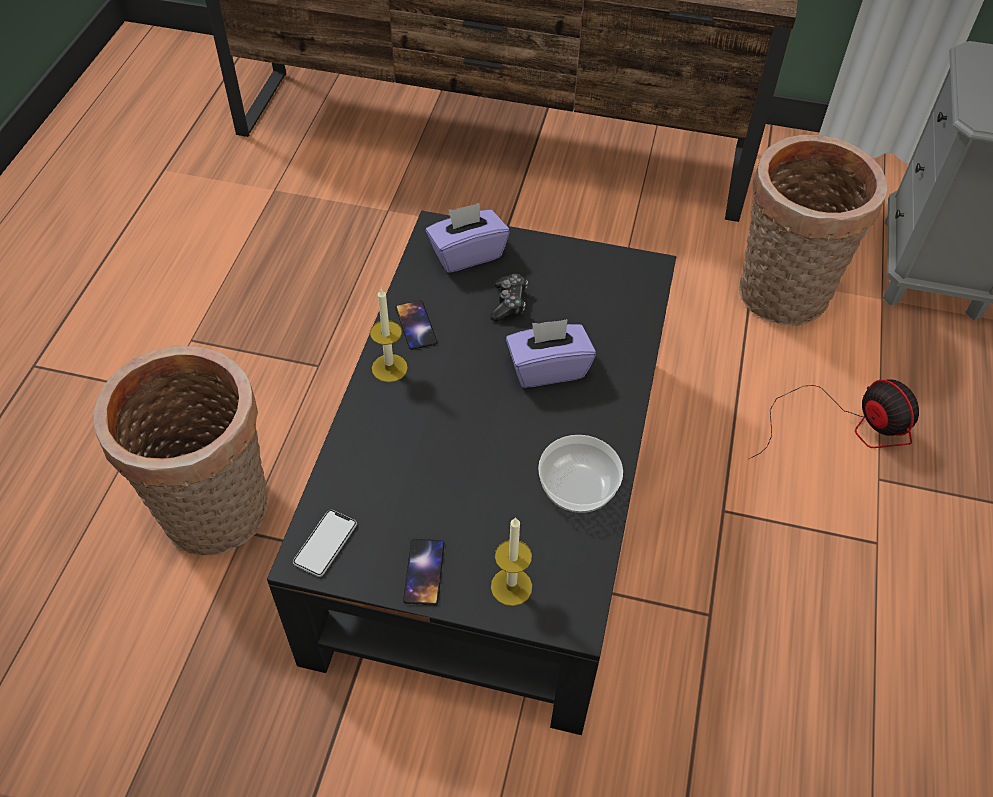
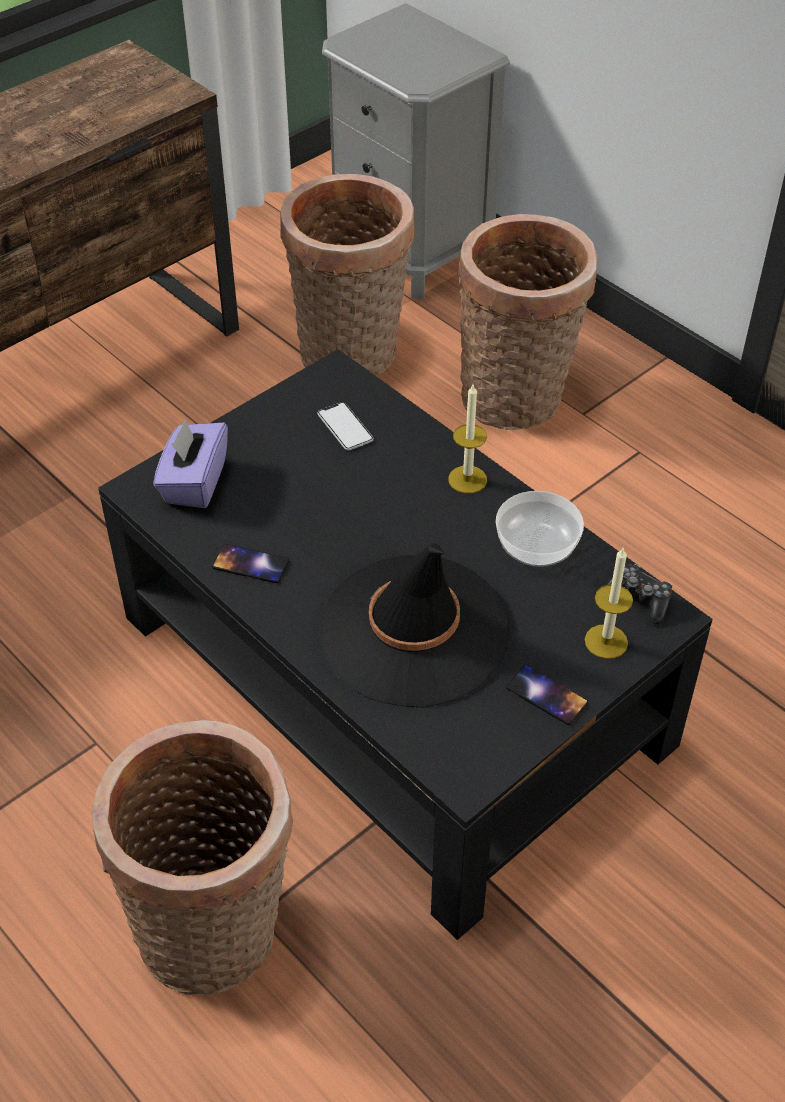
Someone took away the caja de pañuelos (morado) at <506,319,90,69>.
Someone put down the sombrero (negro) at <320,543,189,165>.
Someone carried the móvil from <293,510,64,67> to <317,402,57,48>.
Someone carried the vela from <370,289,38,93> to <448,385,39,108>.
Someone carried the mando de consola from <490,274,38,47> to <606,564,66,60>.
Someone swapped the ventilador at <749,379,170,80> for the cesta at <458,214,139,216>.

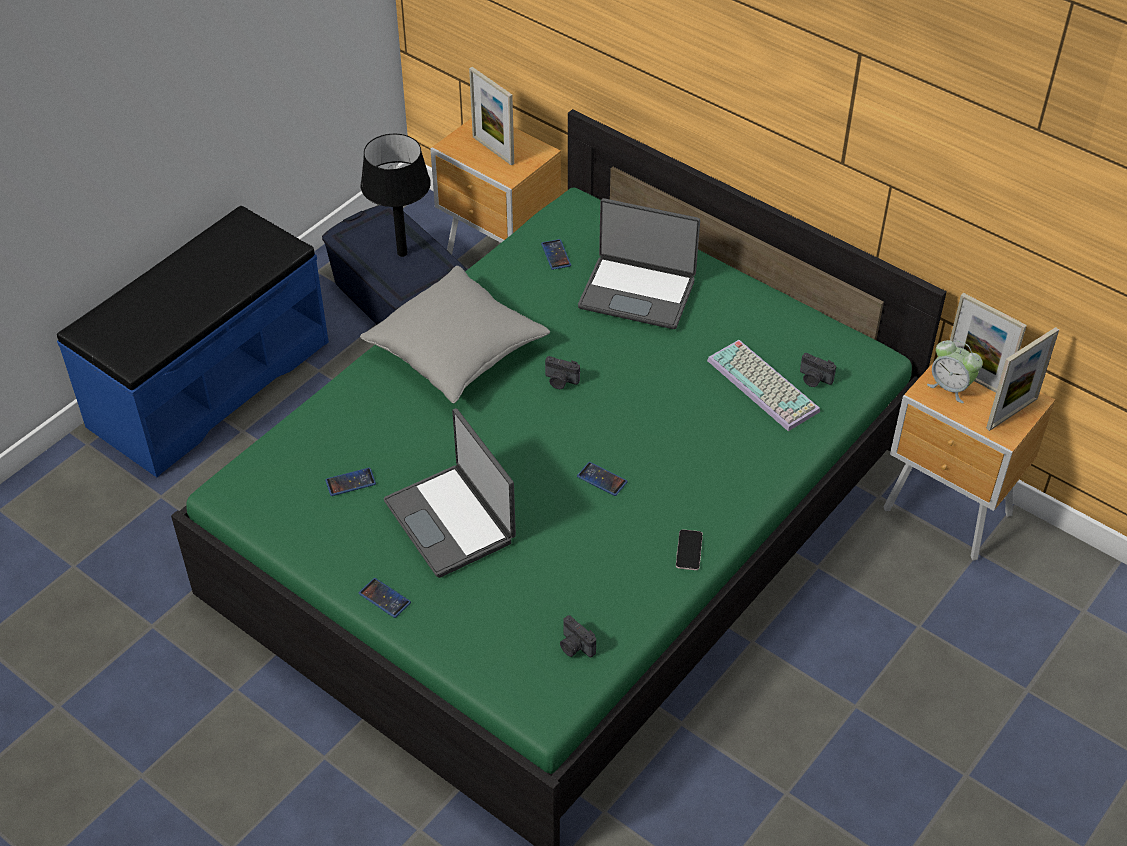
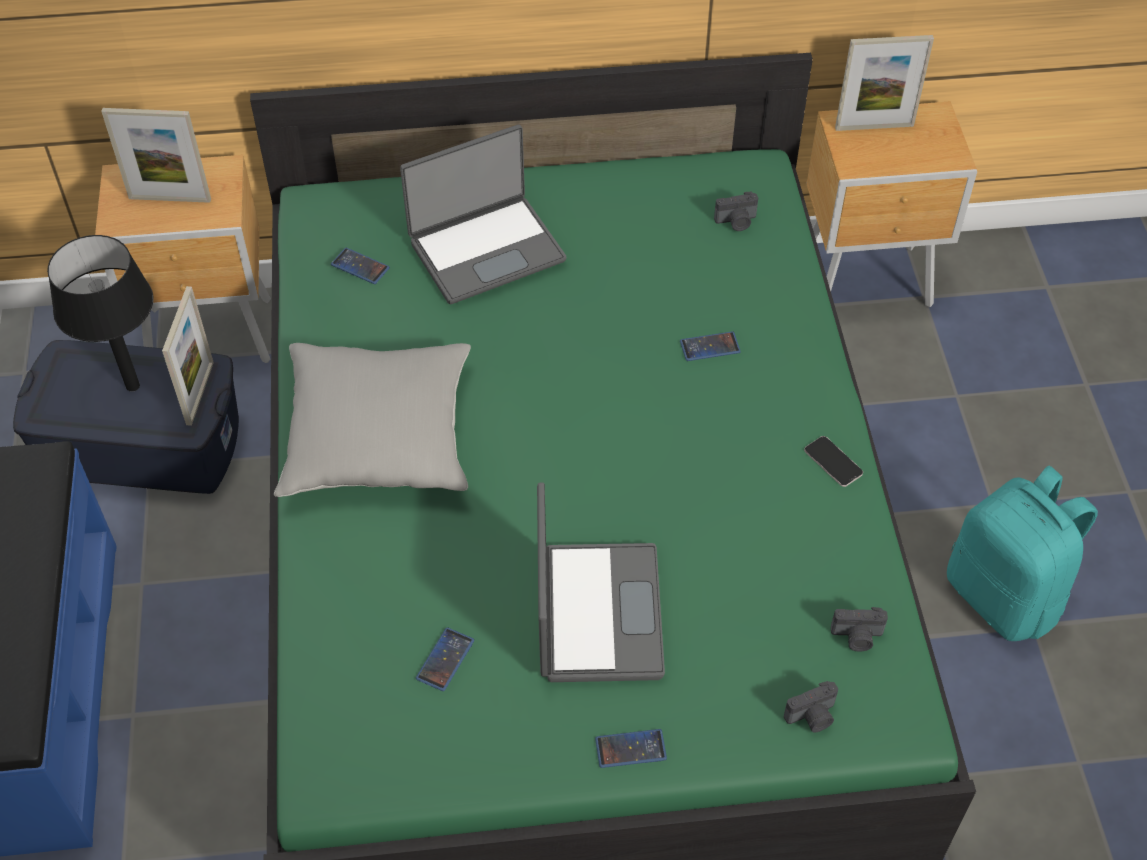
Someone took away the teclado at <707,340,113,91>.
Someone took away the despertador at <927,340,56,63>.
Someone put down the mochila (turquesa) at <947,466,151,175>.
Someone carried the cámara from <545,356,35,33> to <784,681,54,51>.
Someone carried the móvil from <577,462,51,34> to <680,331,61,30>.
Someone carried the portarretratos from <986,327,73,104> to <162,286,52,140>.
Someone rotated the portátil at <384,408,132,170> by 105 degrees counterclockwise.

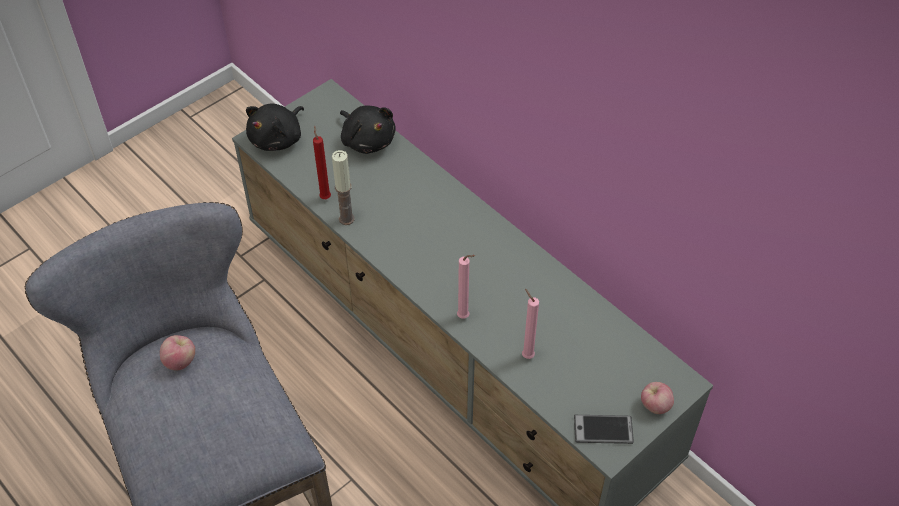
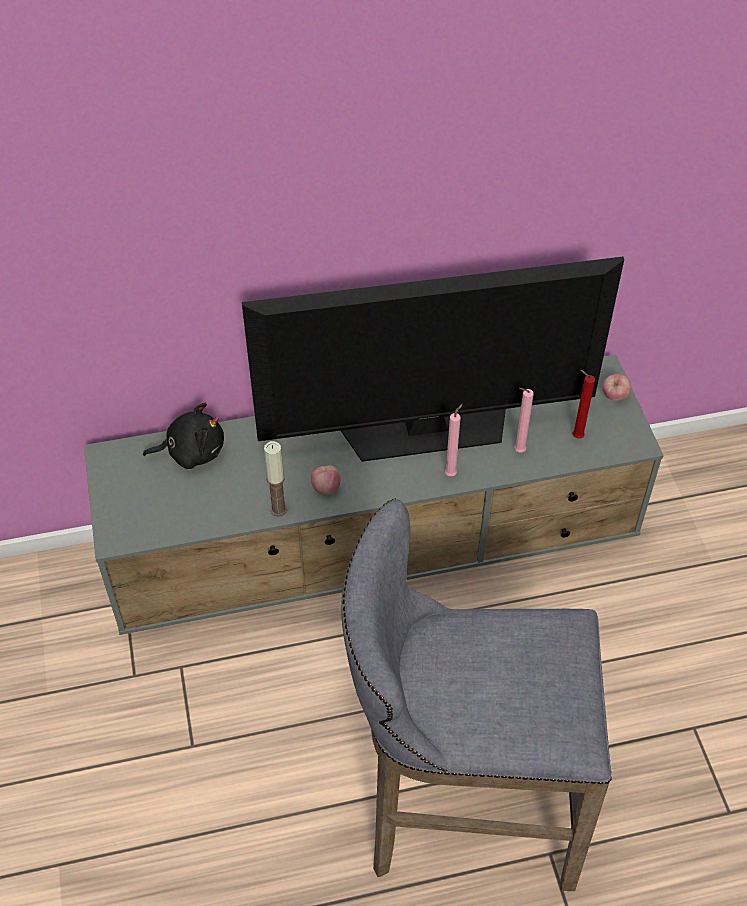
Someone took away the peluche (negro) at <246,104,58,47>.
Someone took away the móvil at <574,415,60,29>.
Someone put down the televisor at <242,257,382,205>.
Someone carried the manzana from <160,335,35,35> to <311,465,30,30>.
Someone carried the vela (rojo) from <313,126,18,73> to <573,370,22,69>.

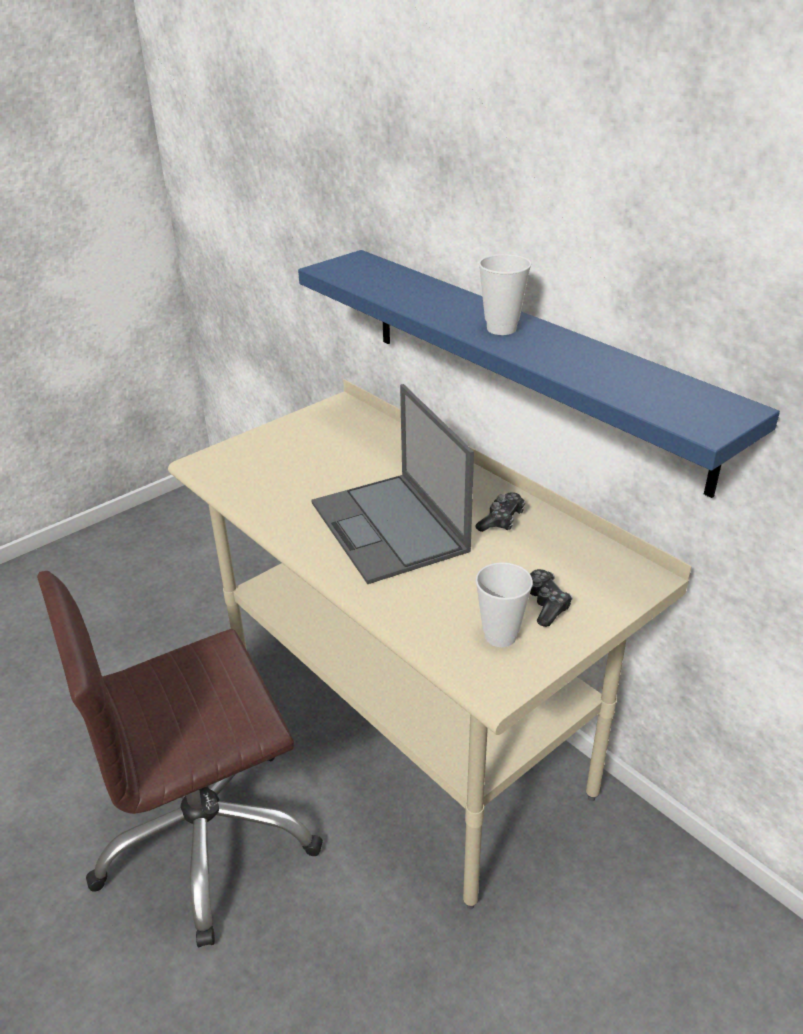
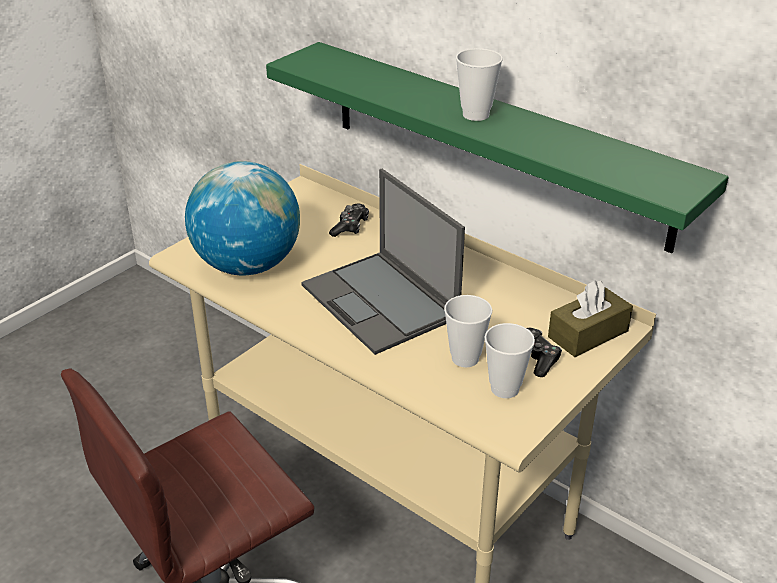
Someone put down the globo terráqueo at <185,161,115,114>.
Someone put down the taza at <444,295,48,72>.
Someone put down the caja de pañuelos (marrón) at <548,280,85,77>.
Someone carried the mando de consola from <475,492,50,40> to <329,204,40,33>.
Someone repainted the estante (azul) at <298,250,482,248>, which became the estante (verde) at <266,42,463,211>.

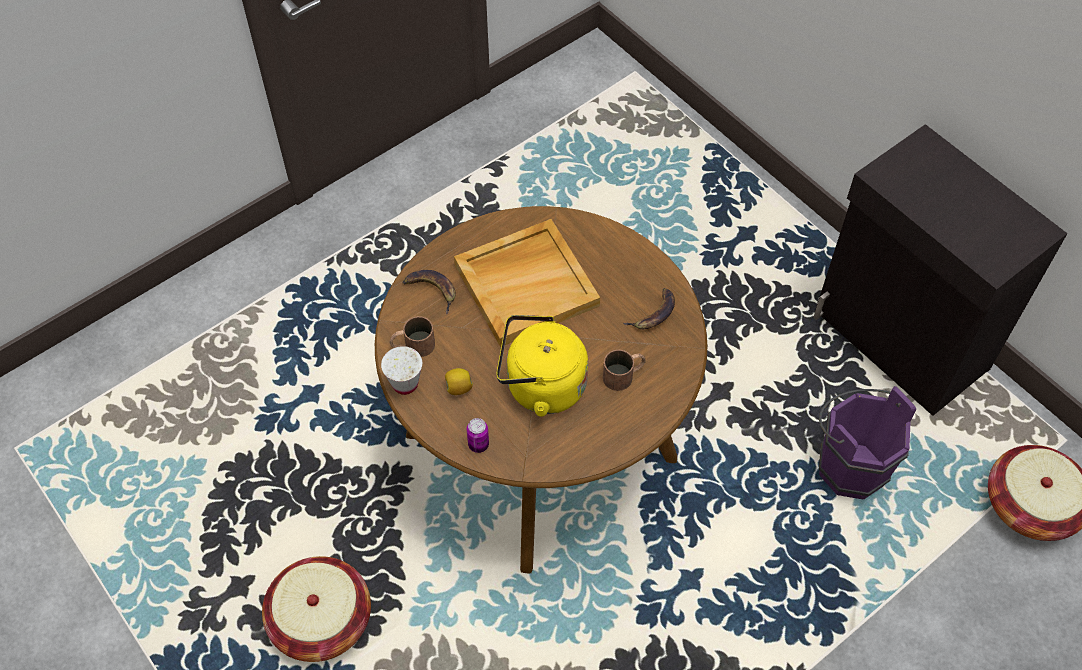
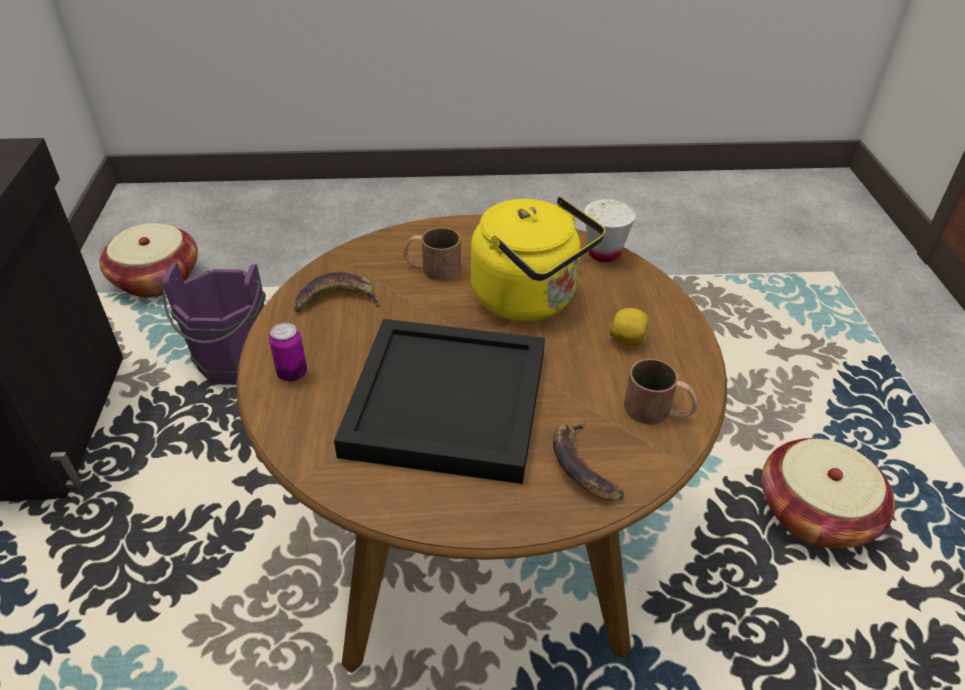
Someone carried the taza (blanco) from <381,346,41,49> to <584,199,52,63>.
Someone carried the lata from <467,418,22,35> to <269,323,38,59>.
Someone repainted the bandeja (beis) at <454,219,146,128>, which became the bandeja (negro) at <334,319,211,165>.

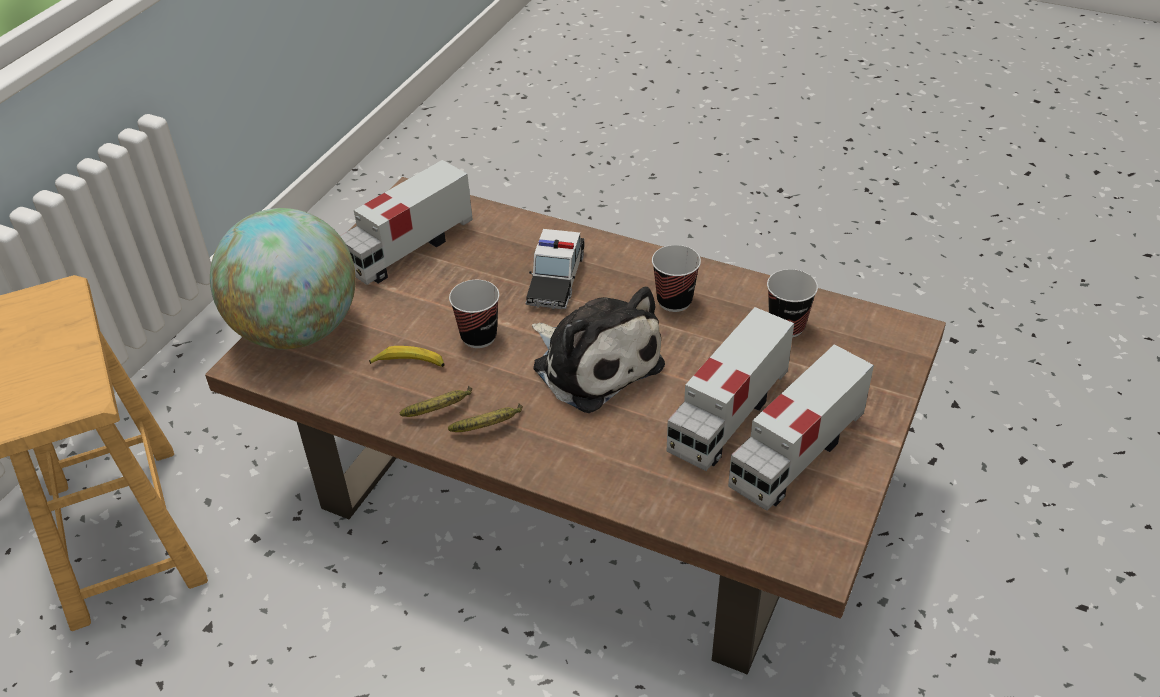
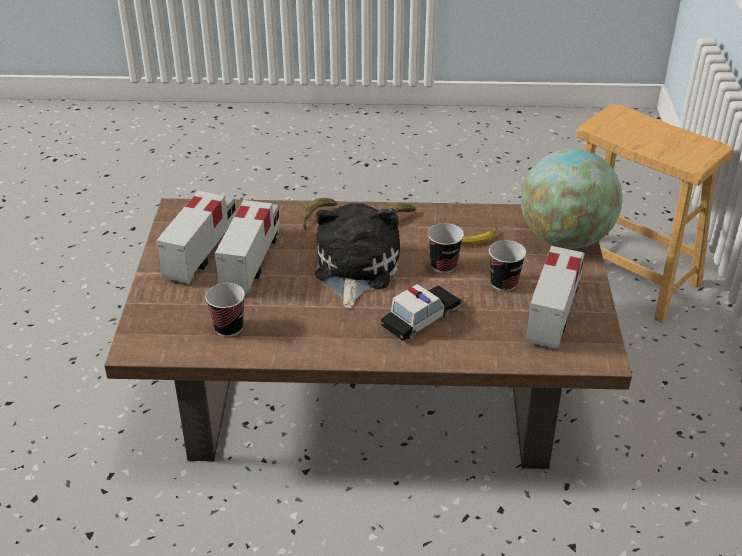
Someone carried the plátano from <400,386,72,31> to <302,198,35,31>.
Someone carried the taza from <652,245,49,67> to <489,240,37,51>.
Someone rotated the coche de juguete at <525,229,60,80> by 60 degrees clockwise.
Someone rotated the peluche at <532,287,133,126> by 75 degrees clockwise.

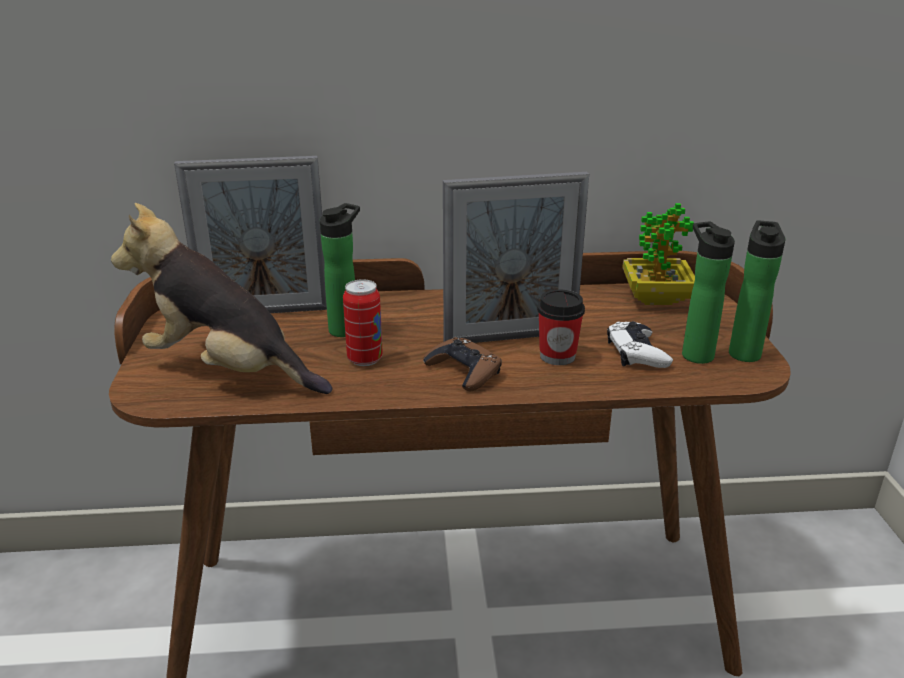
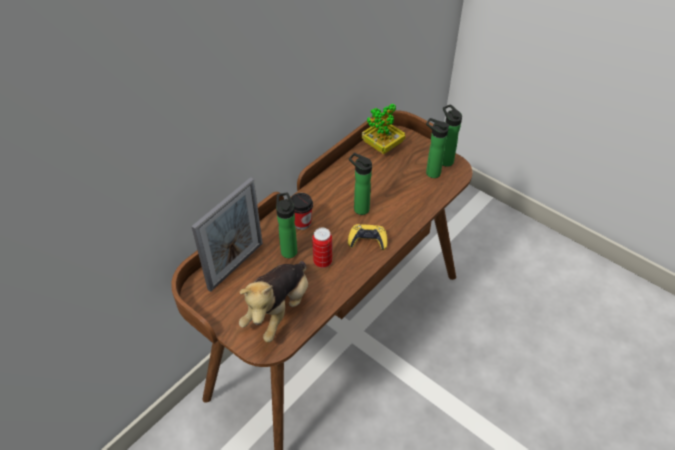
Someone took away the mando de consola (blanco) at <607,321,66,47>.
Someone carried the taza from <537,289,48,76> to <291,193,22,37>.
Someone swapped the portarretratos at <443,172,146,171> for the botella at <349,153,23,62>.
Someone repainted the mando de consola (marrón) at <423,337,79,55>, which became the mando de consola (amarillo) at <348,224,39,26>.
Someone rotated the peluche at <111,203,222,191> by 45 degrees counterclockwise.

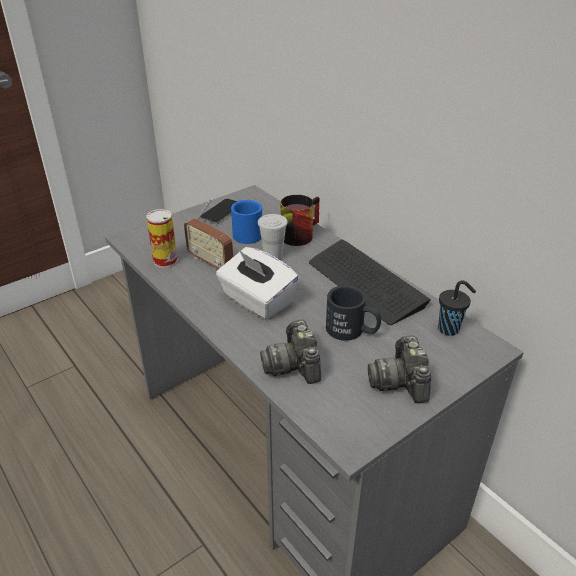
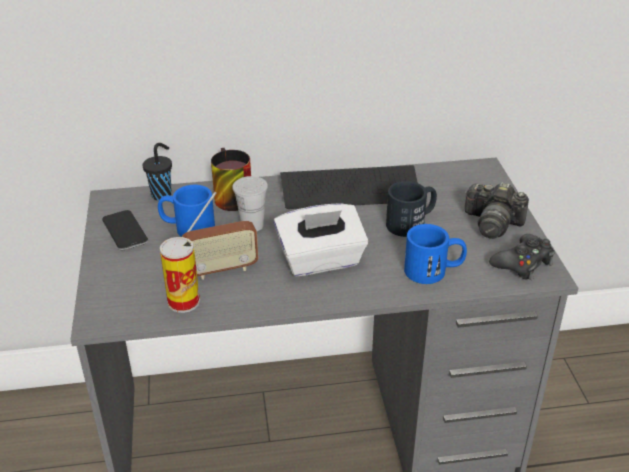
Someone put down the mando de consola (negro) at <489,234,66,46>.
Someone carried the taza (negro) from <438,280,38,56> to <143,143,29,58>.
Someone swapped the cámara at <260,320,61,64> for the taza grande (azul) at <404,224,63,60>.

